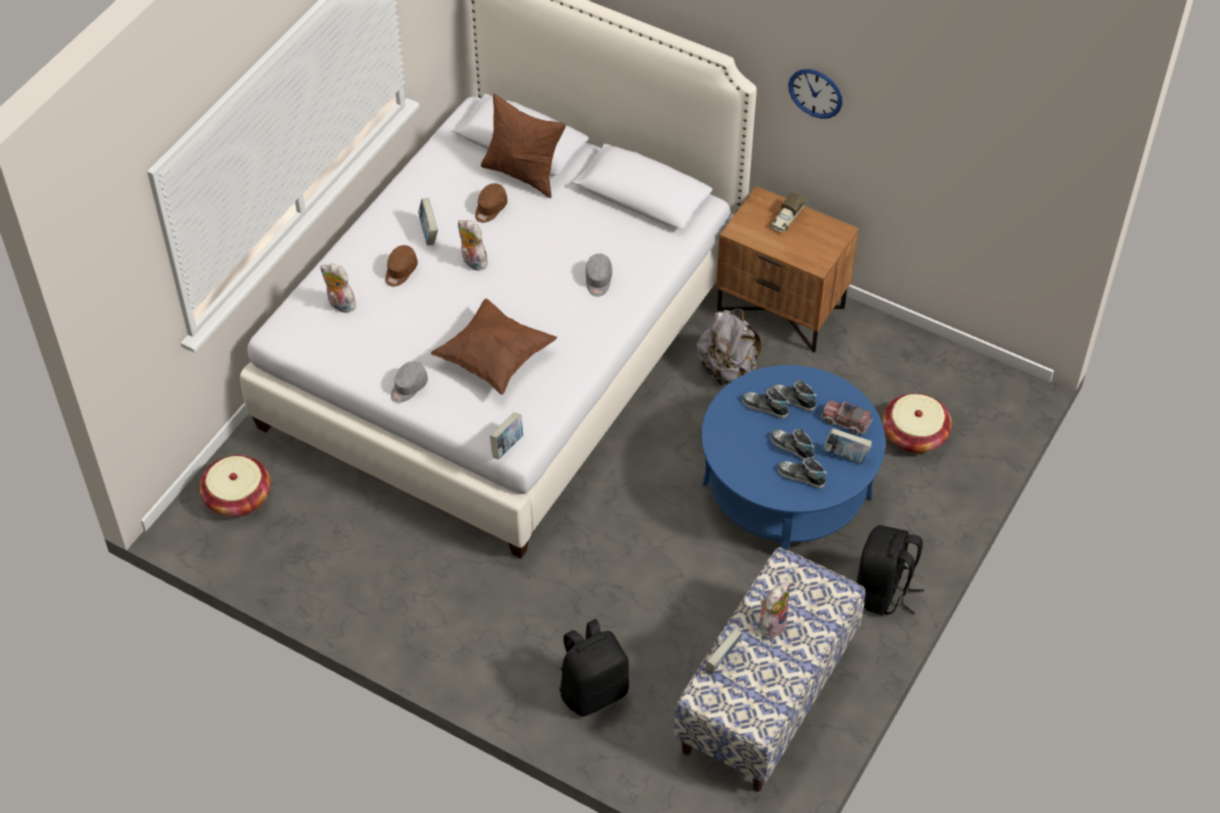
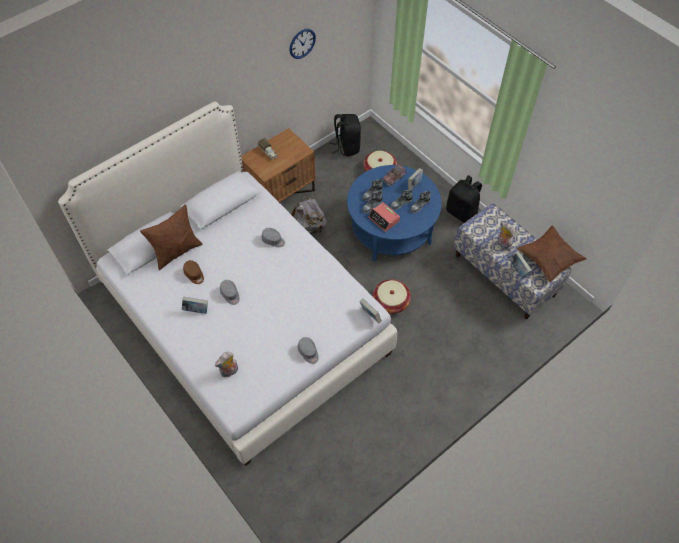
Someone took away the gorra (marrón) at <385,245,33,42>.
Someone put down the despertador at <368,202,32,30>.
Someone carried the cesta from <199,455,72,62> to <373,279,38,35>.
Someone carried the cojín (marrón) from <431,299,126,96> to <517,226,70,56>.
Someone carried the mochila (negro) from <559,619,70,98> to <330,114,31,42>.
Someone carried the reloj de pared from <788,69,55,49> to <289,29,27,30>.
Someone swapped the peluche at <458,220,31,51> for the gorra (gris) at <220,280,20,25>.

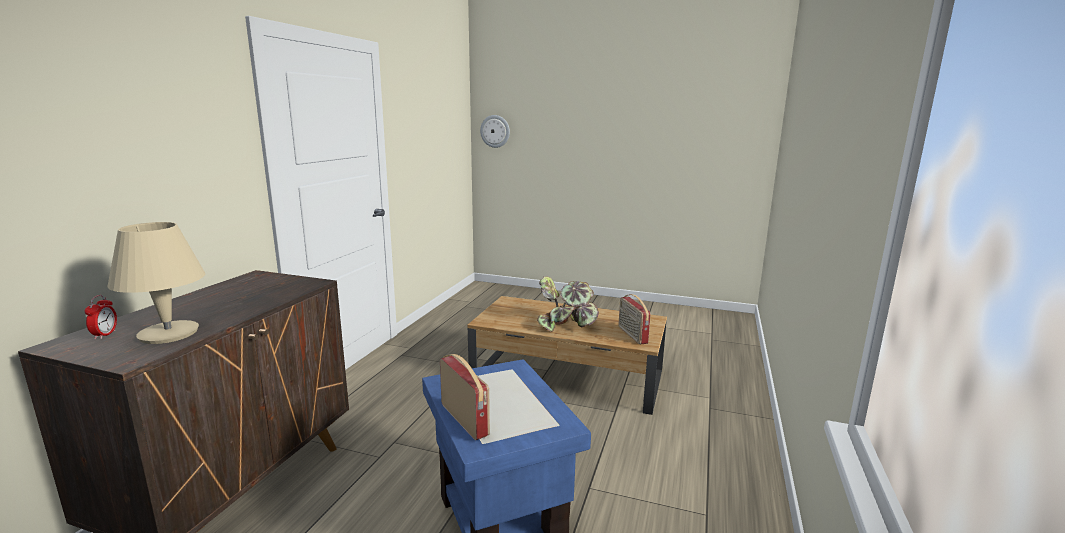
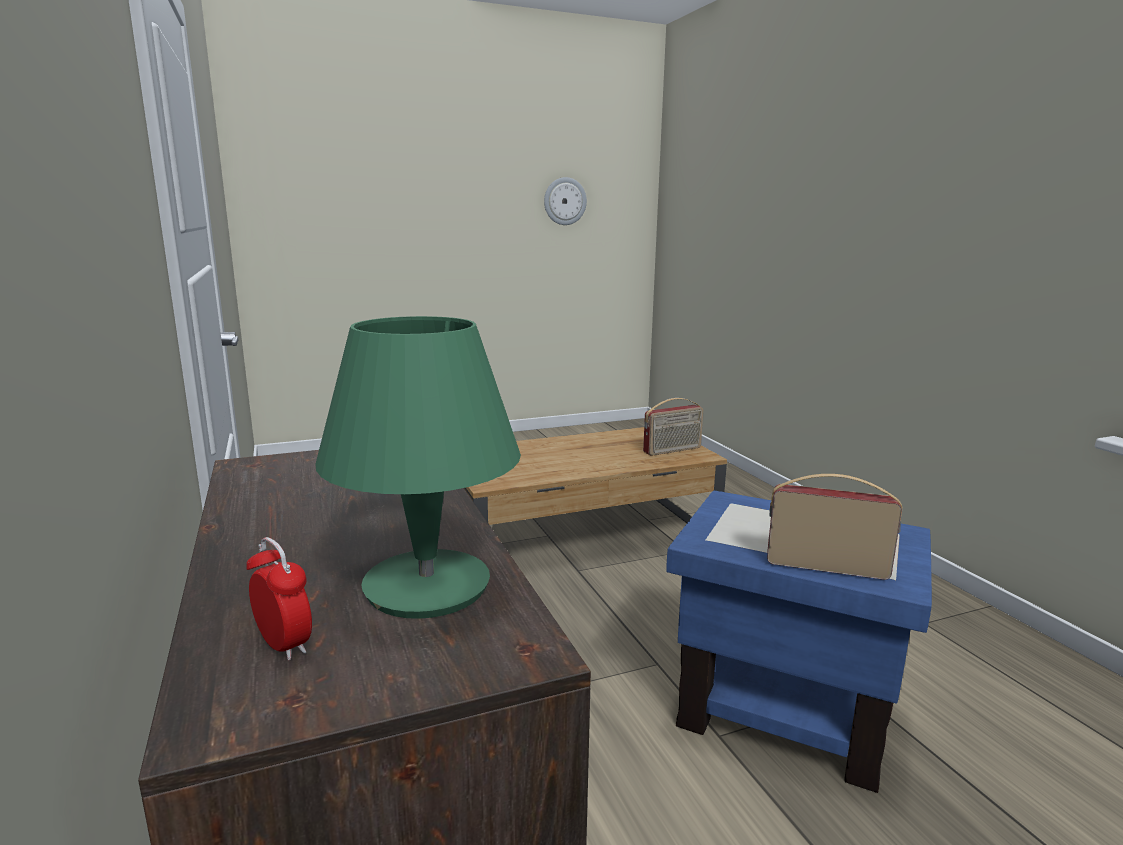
Someone took away the planta en maceta at <537,276,62,56>.
Someone carried the reloj de pared from <480,115,30,33> to <544,177,43,48>.
Someone repainted the lámpara de mesa (beis) at <108,222,98,122>, which became the lámpara de mesa (verde) at <315,316,206,303>.
Someone rotated the radio at <618,294,33,50> by 60 degrees counterclockwise.

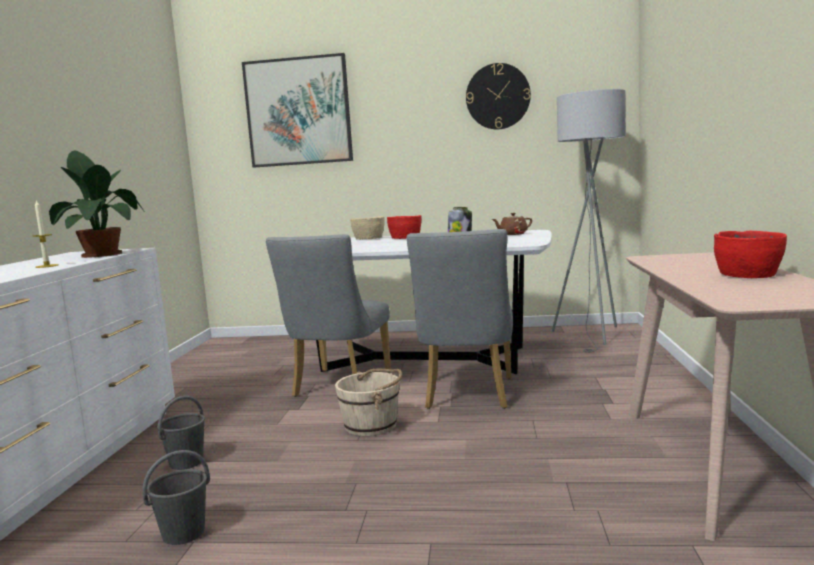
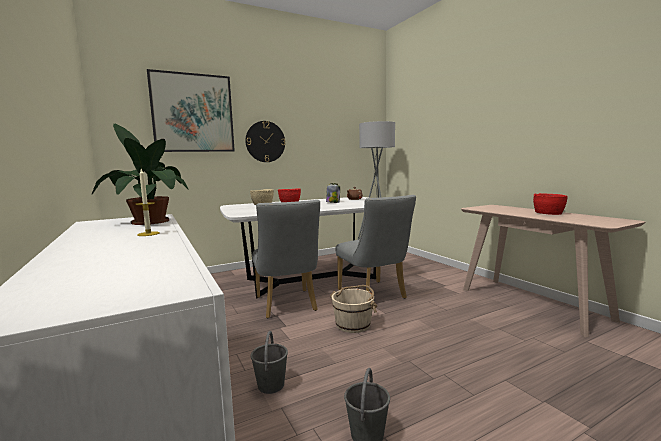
Someone carried the reloj de pared from <466,63,65,66> to <245,121,40,41>.

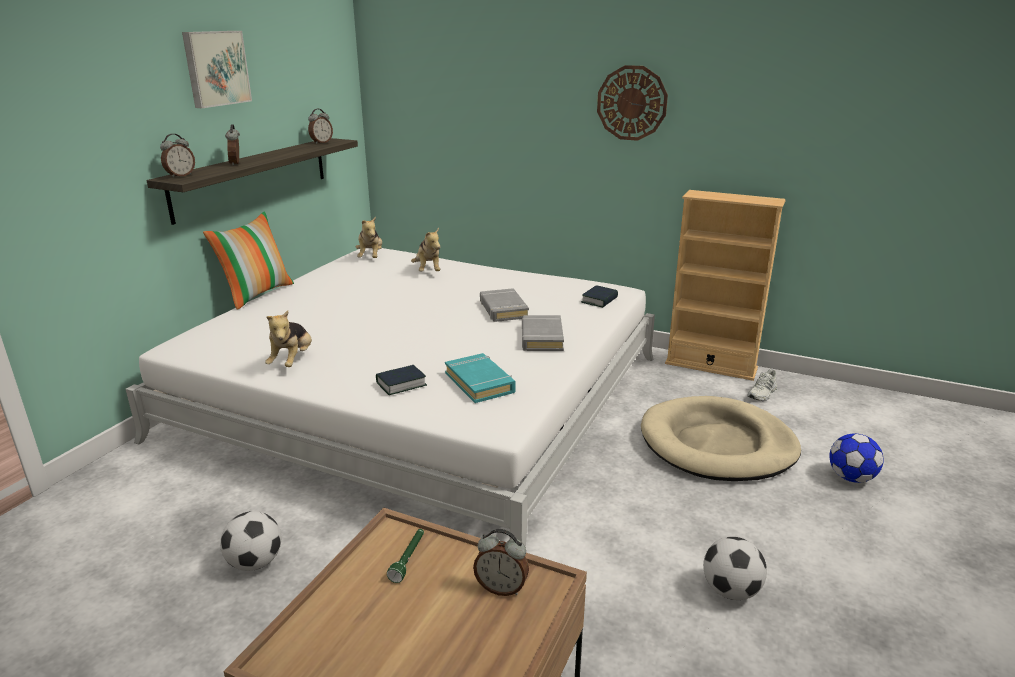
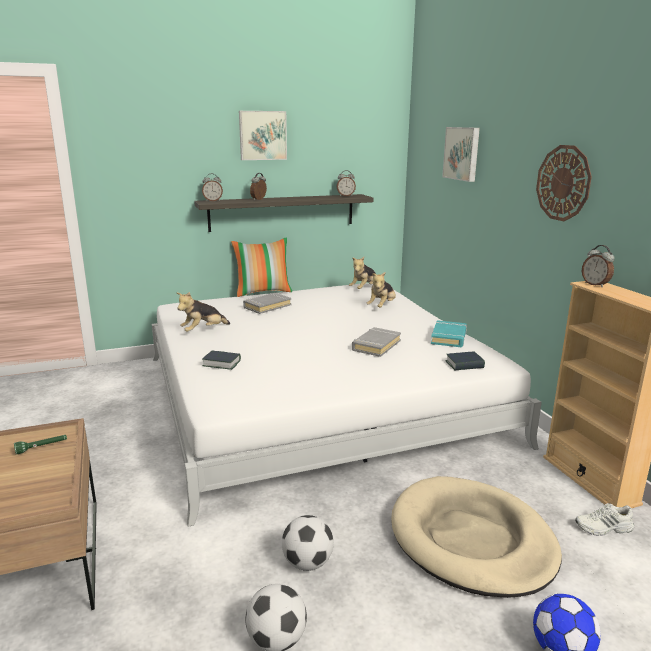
Someone put up the cuadro at <442,127,38,55>.
Someone carried the balón de fútbol from <220,511,61,60> to <282,515,52,56>.
Someone carried the libro (turquesa) from <445,353,71,50> to <431,320,36,27>.
Someone carried the despertador from <473,529,56,67> to <582,245,33,42>.
Someone carried the libro (gris) from <522,315,42,36> to <243,293,48,21>.

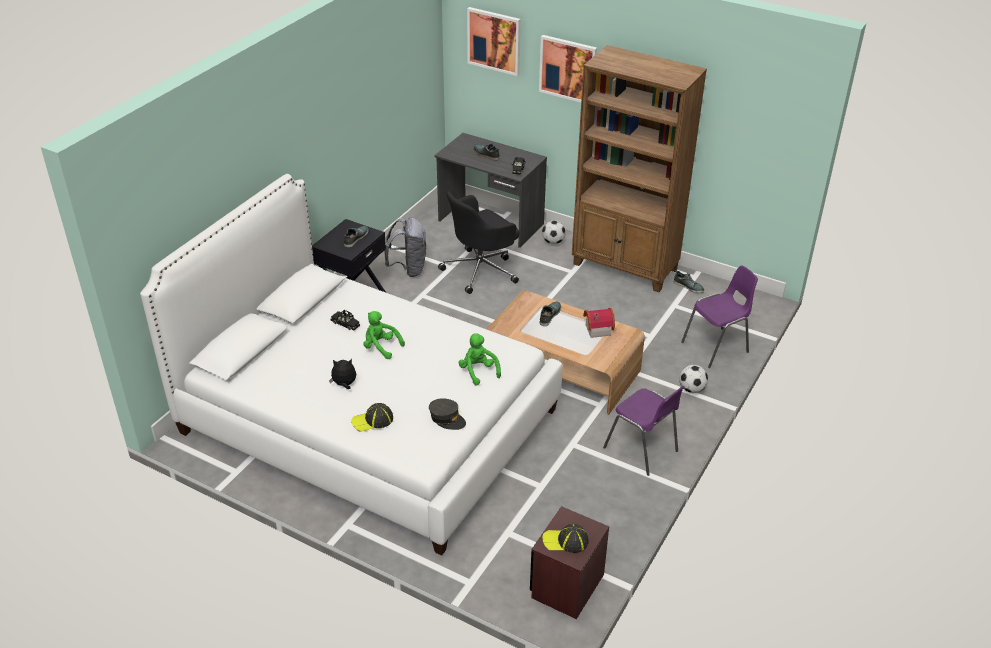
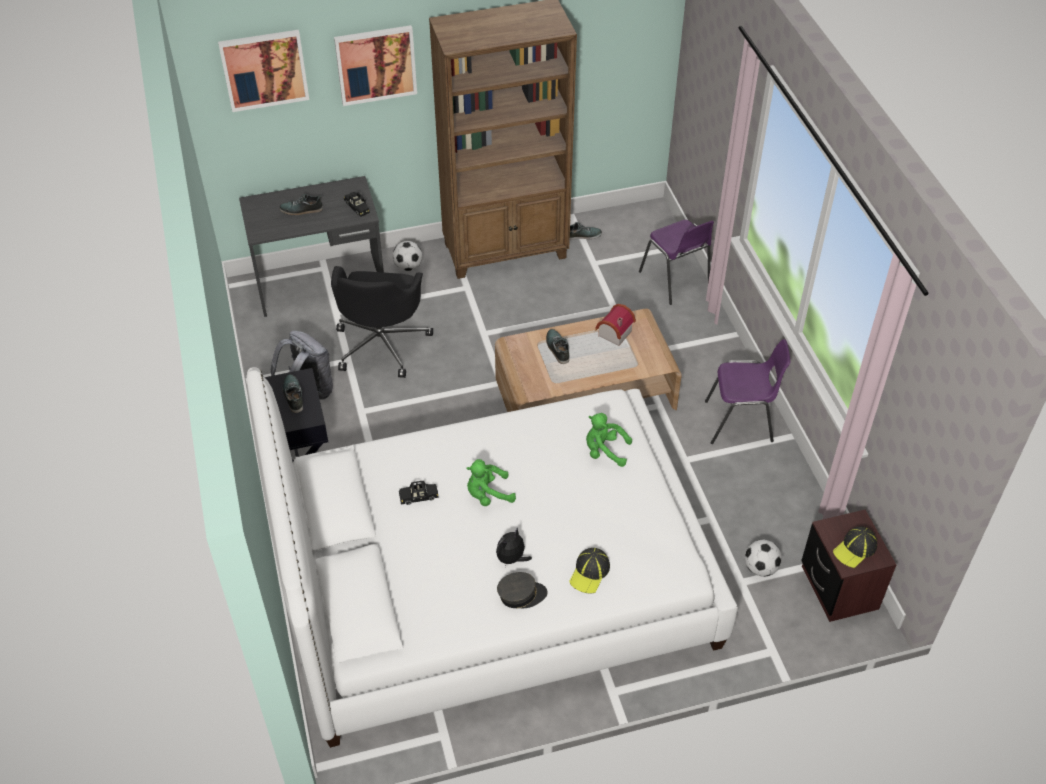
Someone carried the gorra (gris) from <429,398,37,32> to <497,572,50,37>.
Someone carried the balón de fútbol from <679,365,29,28> to <745,539,37,38>.
Someone rotated the silla (morado) at <681,265,77,103> by 135 degrees clockwise.

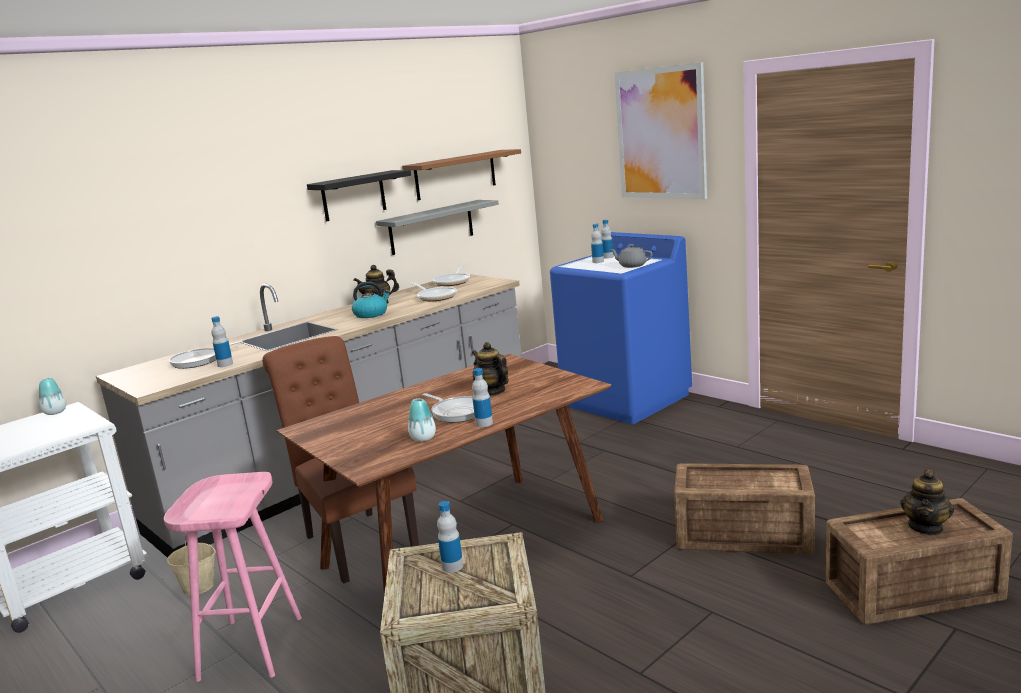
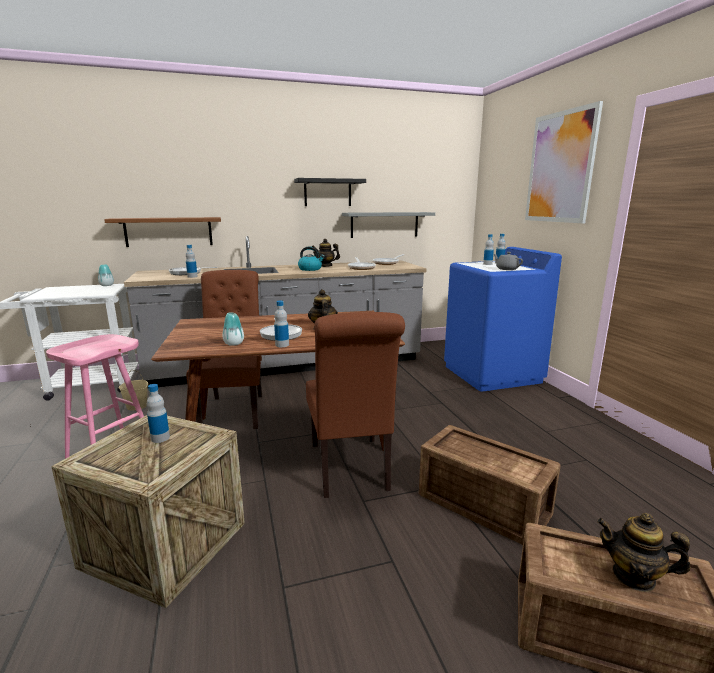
Someone put down the silla (marrón) at <306,312,99,186>.
Someone carried the estante (marrón) from <402,149,119,51> to <104,217,117,30>.
Someone rotated the tetera at <900,469,54,66> by 60 degrees clockwise.

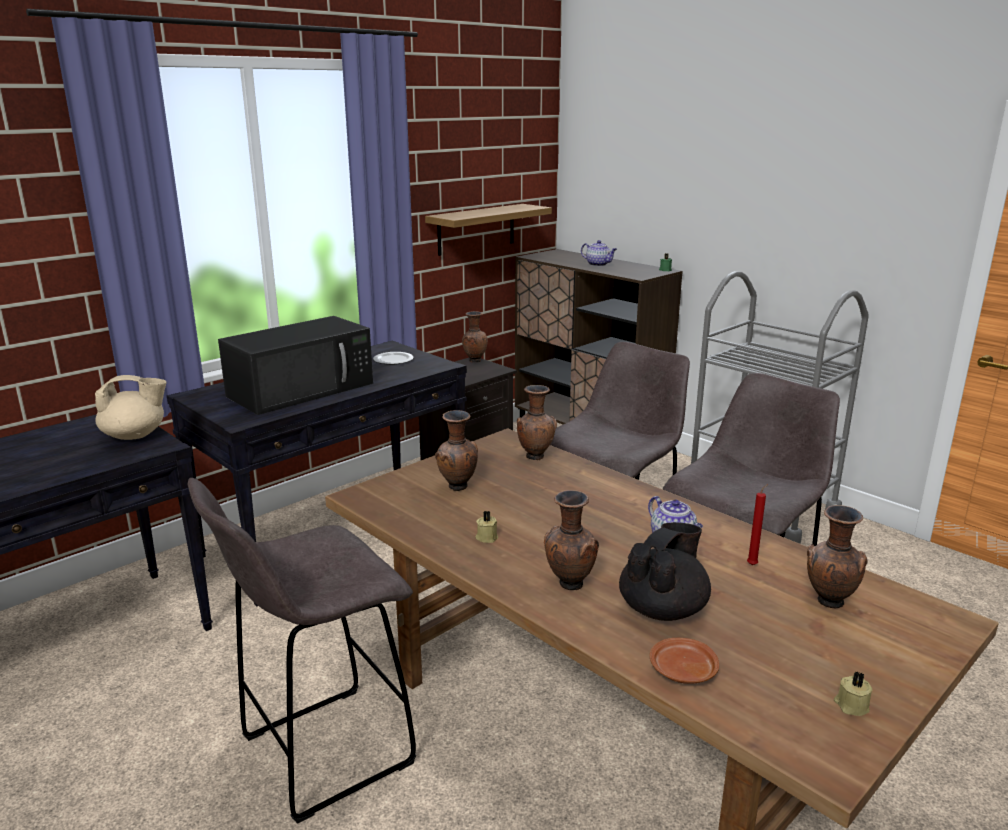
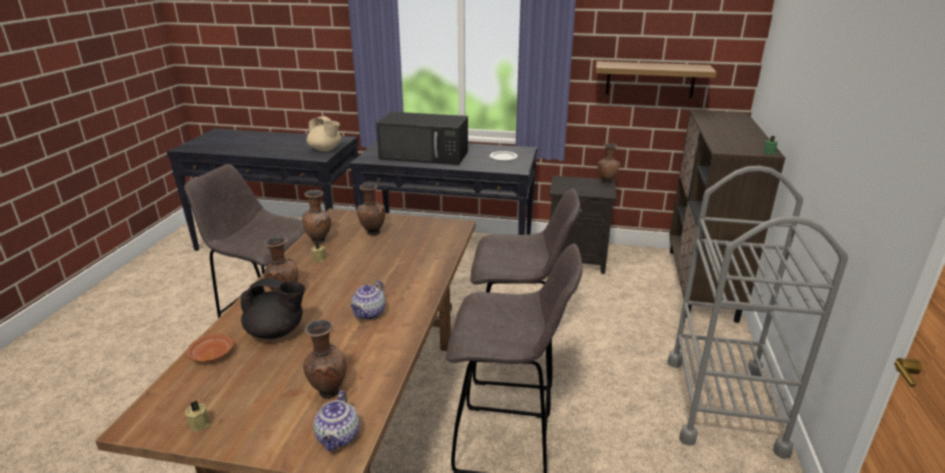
Someone took away the vela (rojo) at <747,484,21,81>.
Someone carried the florero (marrón) from <517,385,40,75> to <302,190,29,54>.
Someone carried the tetera from <581,240,36,26> to <313,391,47,60>.

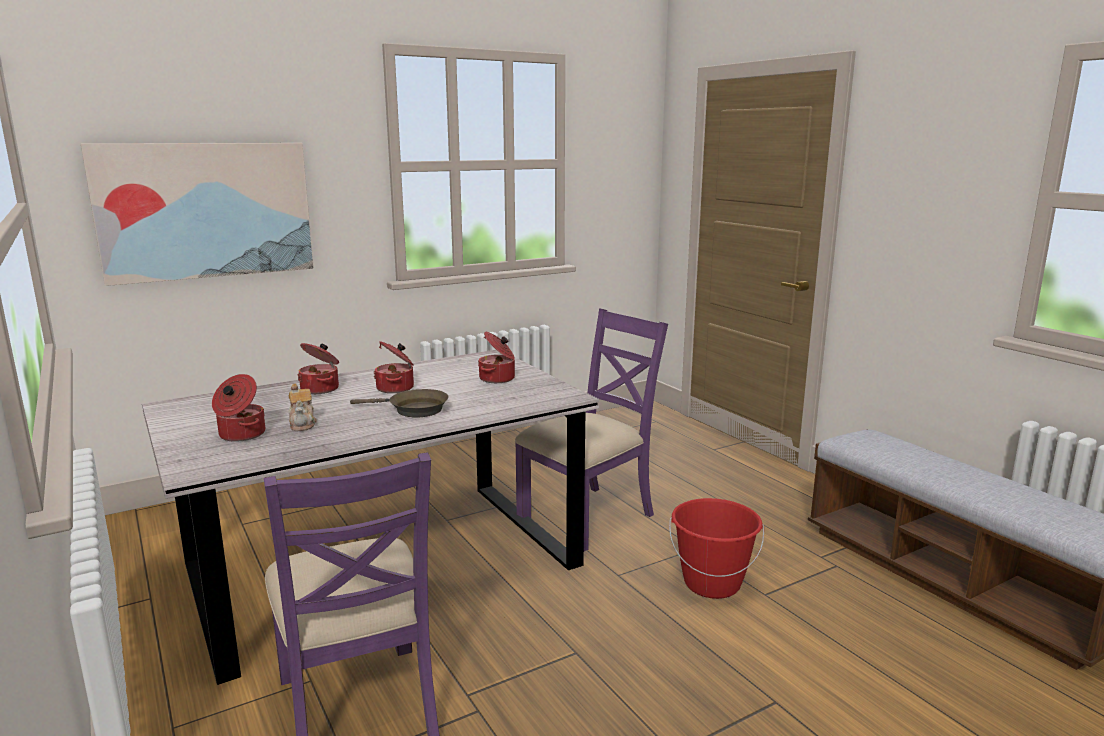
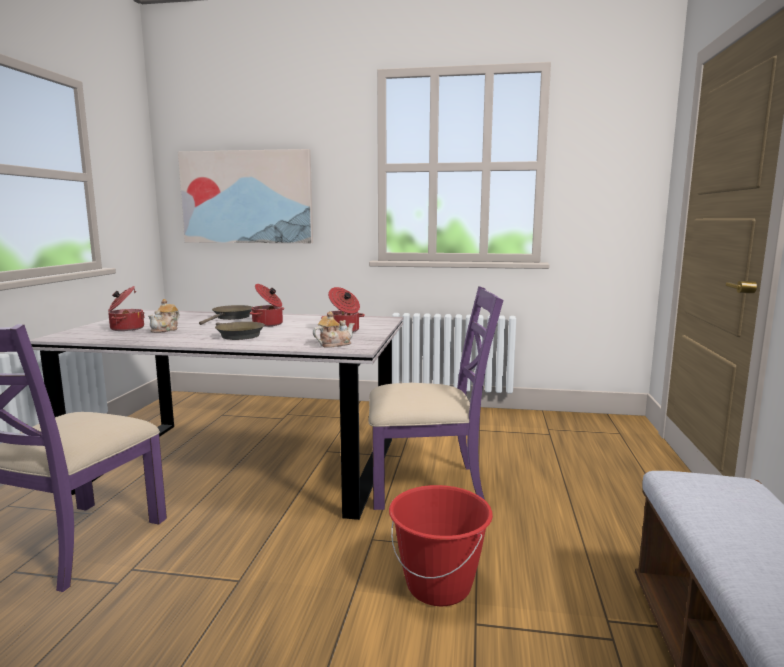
Someone put down the tetera at <313,311,42,37>.
Someone swapped the olla at <298,343,41,51> for the sartén (marrón) at <199,305,53,20>.

